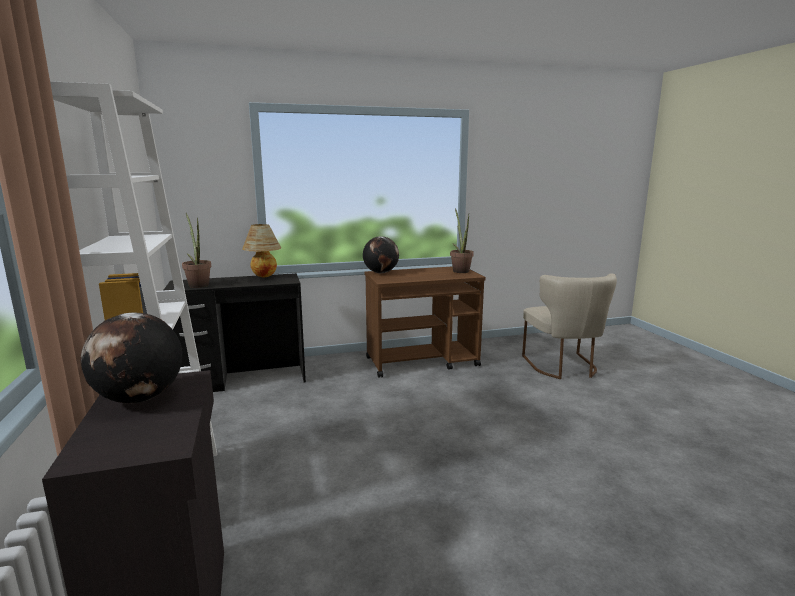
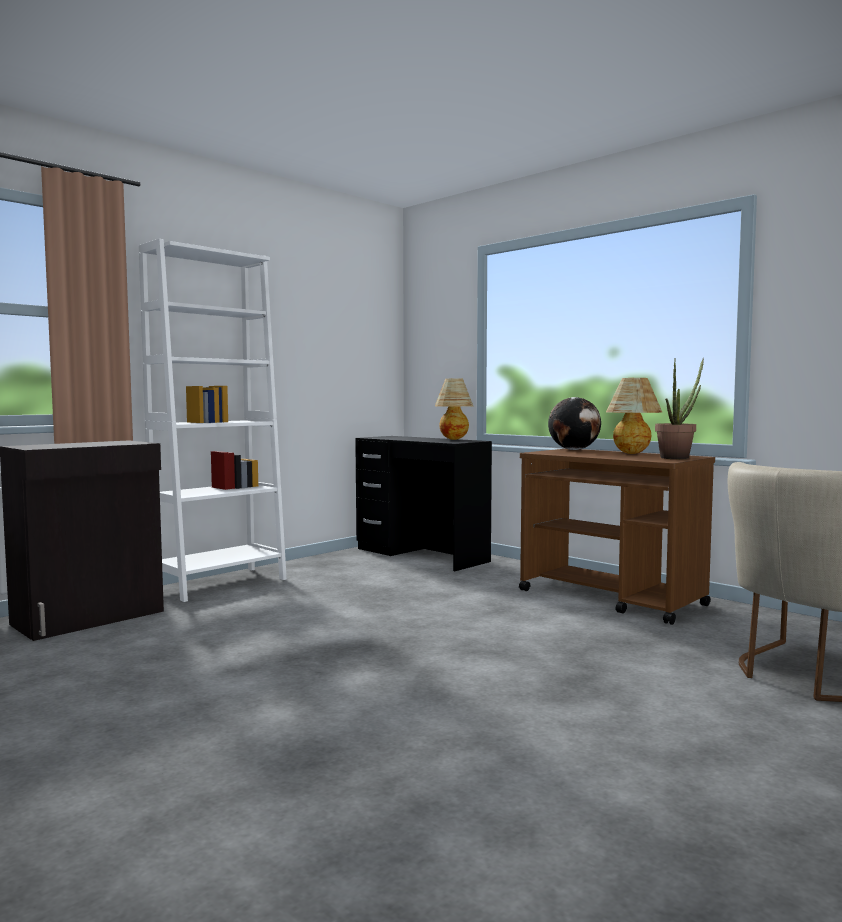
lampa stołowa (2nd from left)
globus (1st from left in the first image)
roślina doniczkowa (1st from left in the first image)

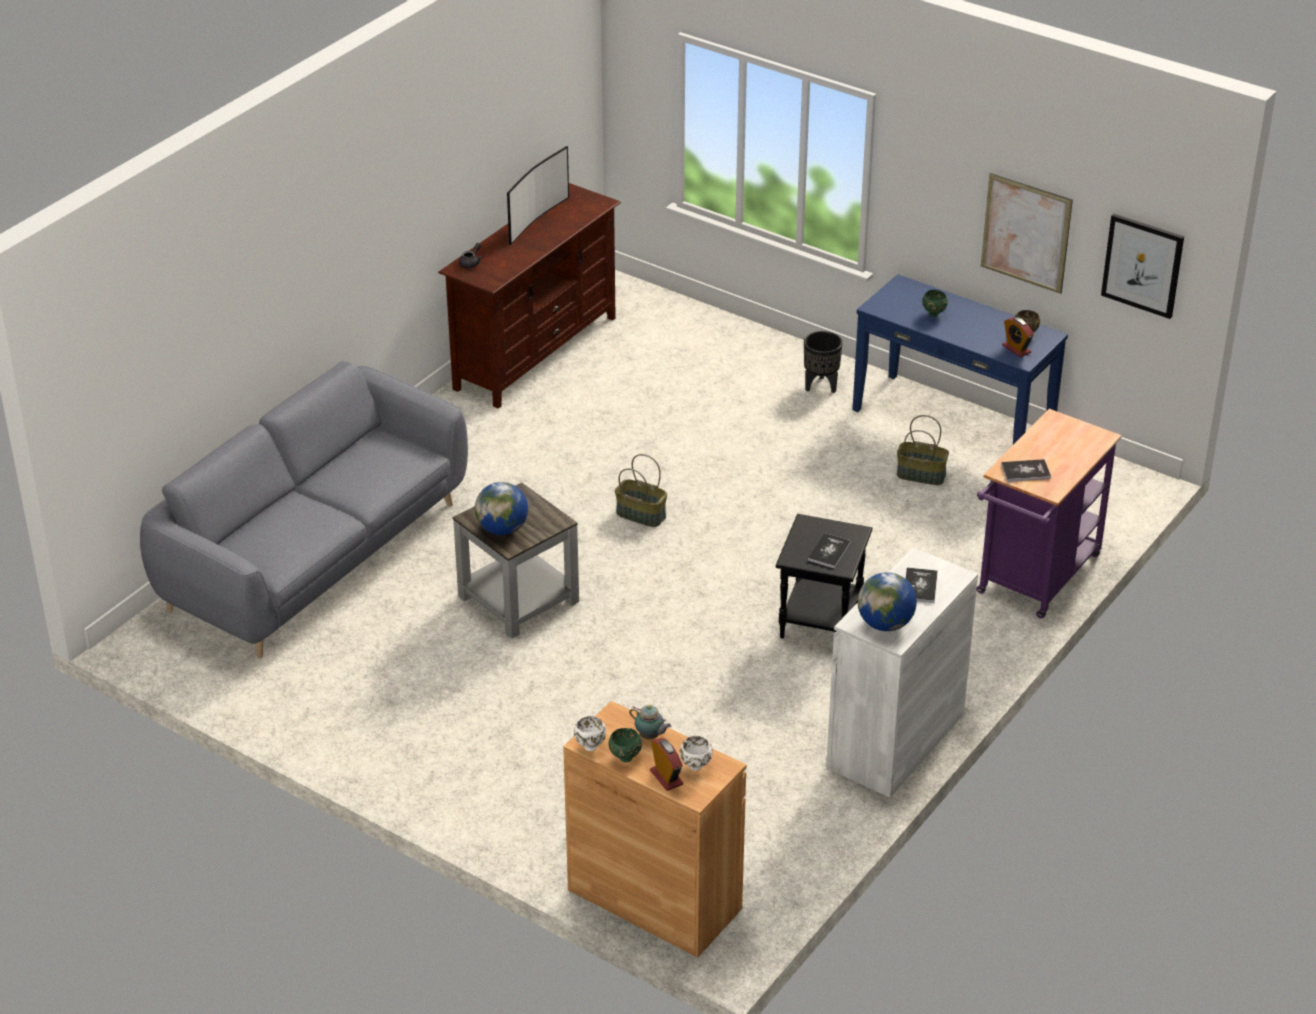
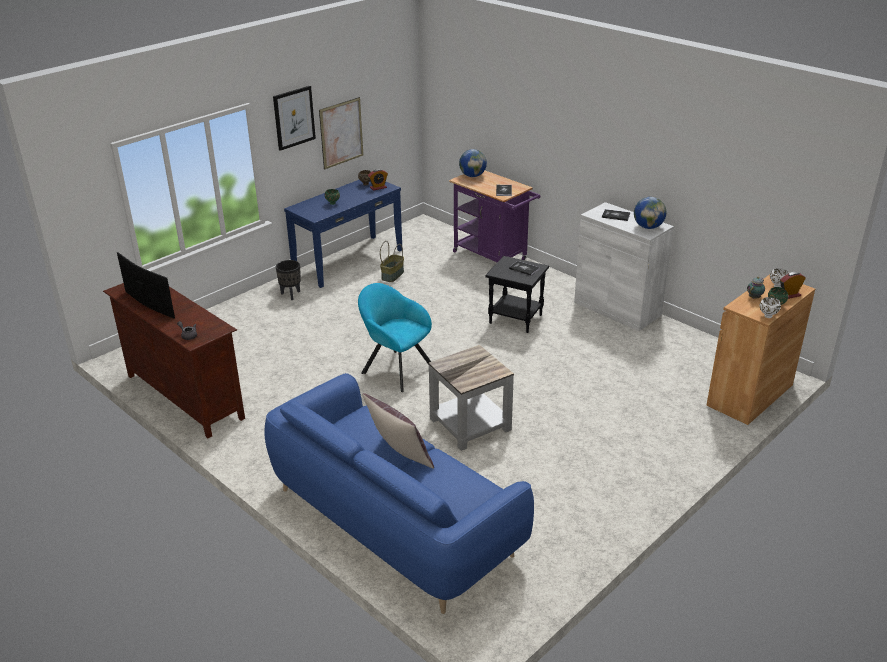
kanapa (niebieski)
obraz (1st from left)
fotel (turkusowy)
poduszka (brązowy)
globus (1st from left)

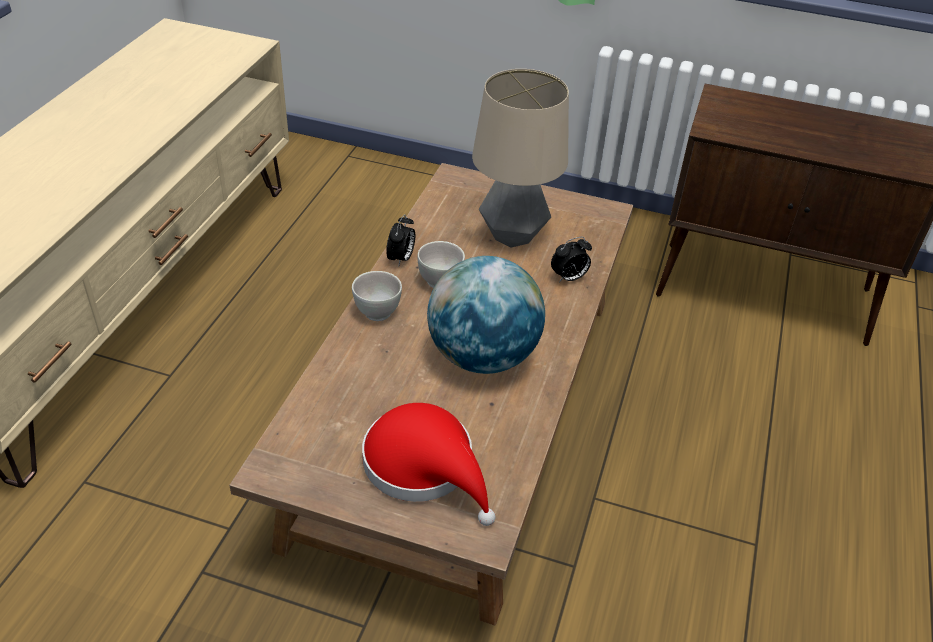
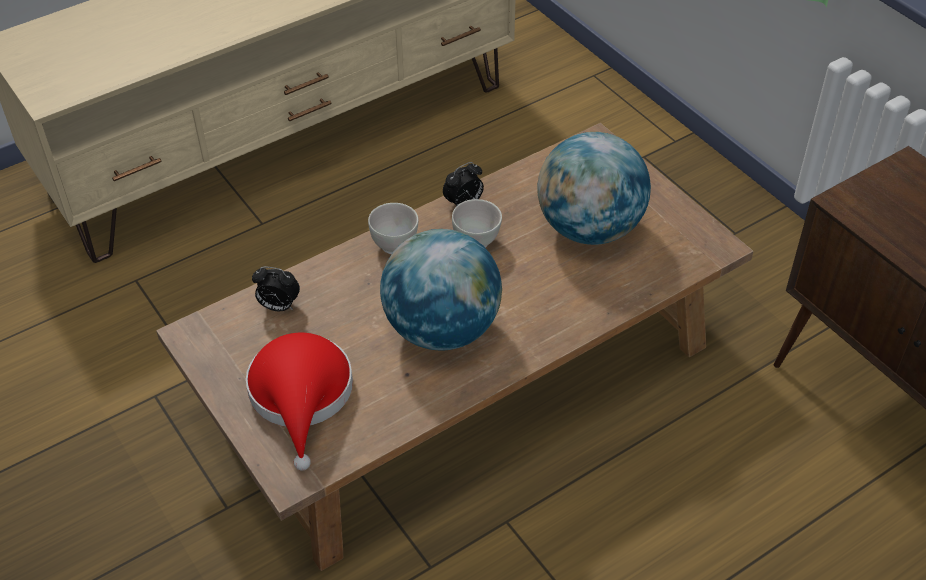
budzik (1st from left)
globus (2nd from left)

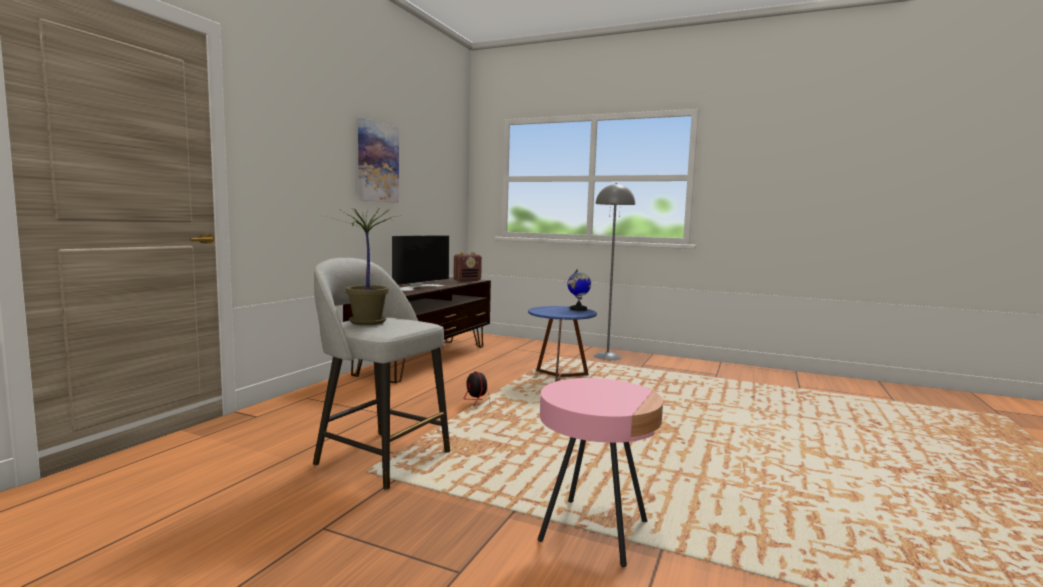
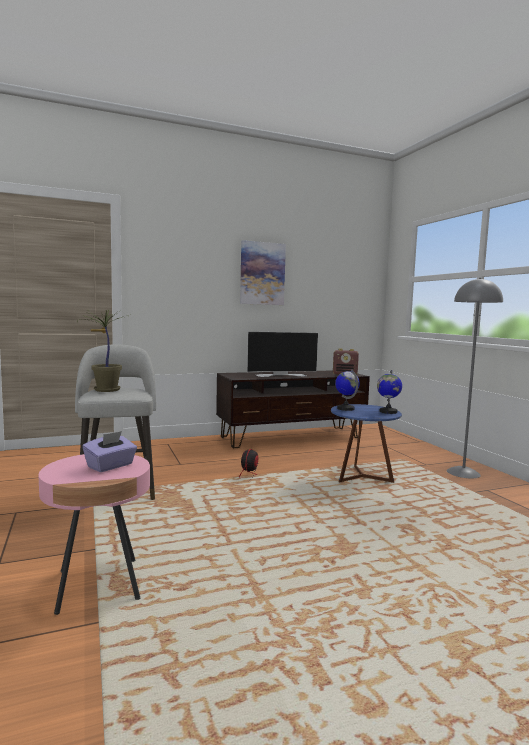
pudełko chusteczek (fioletowy)
globus (1st from left)

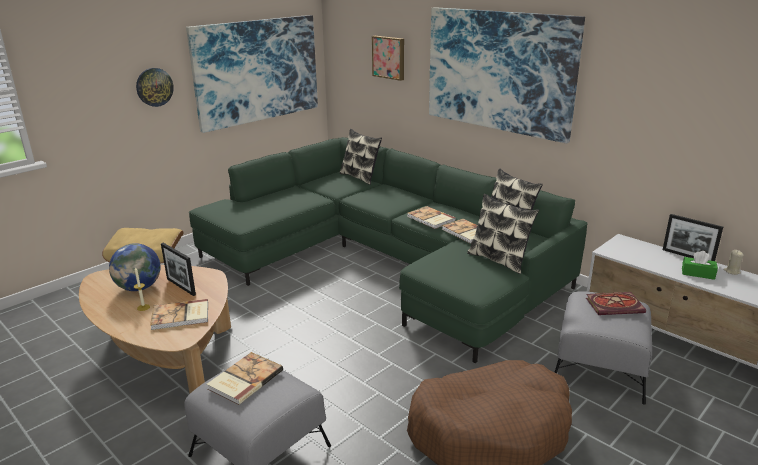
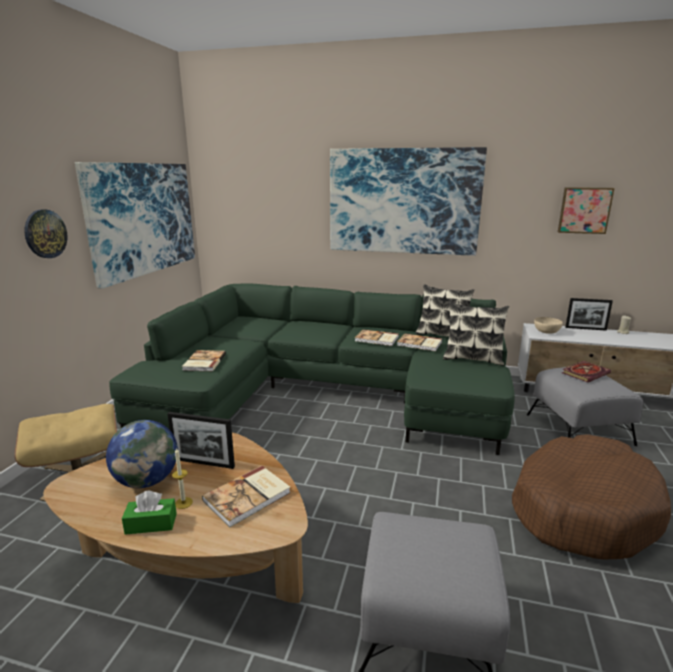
pudełko chusteczek (zielony)
książka (1st from left)
miska (beżowy)
obraz (3rd from left)
poduszka (1st from left in the first image)

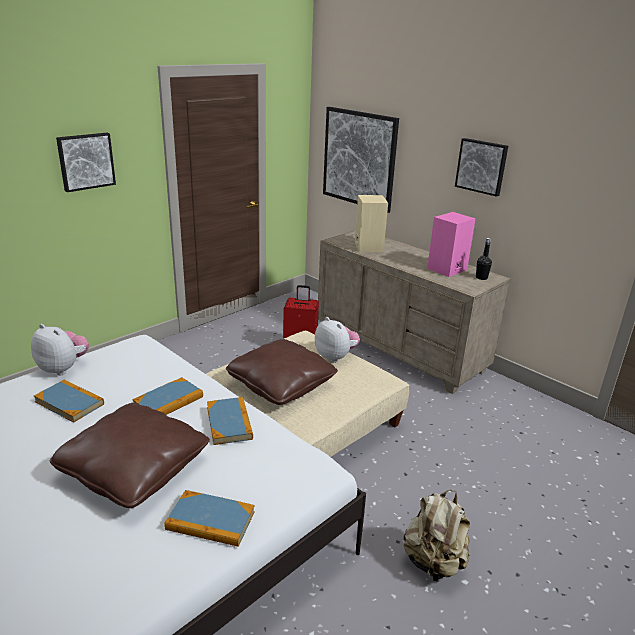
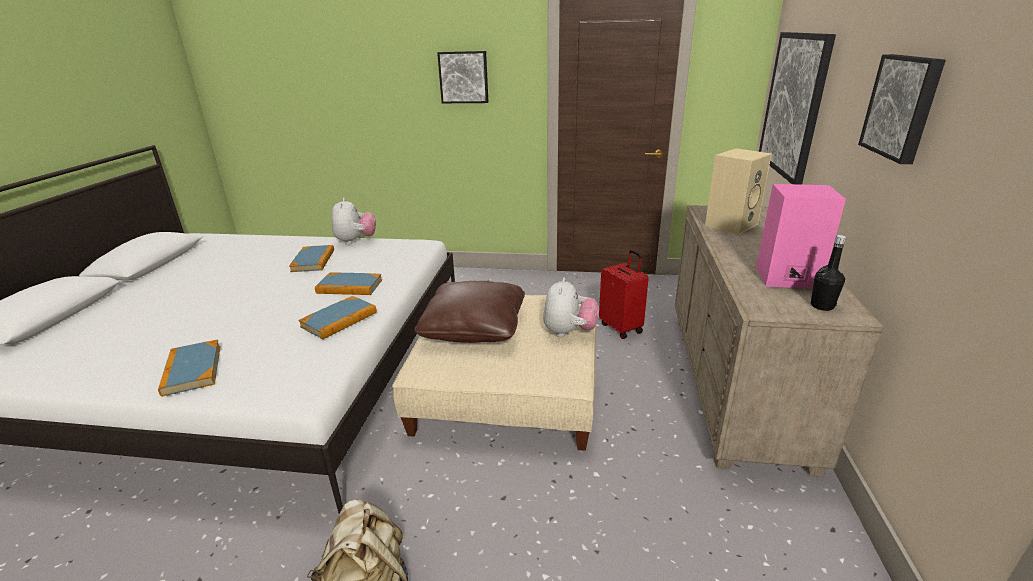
poduszka (brązowy) (1st from left in the first image)

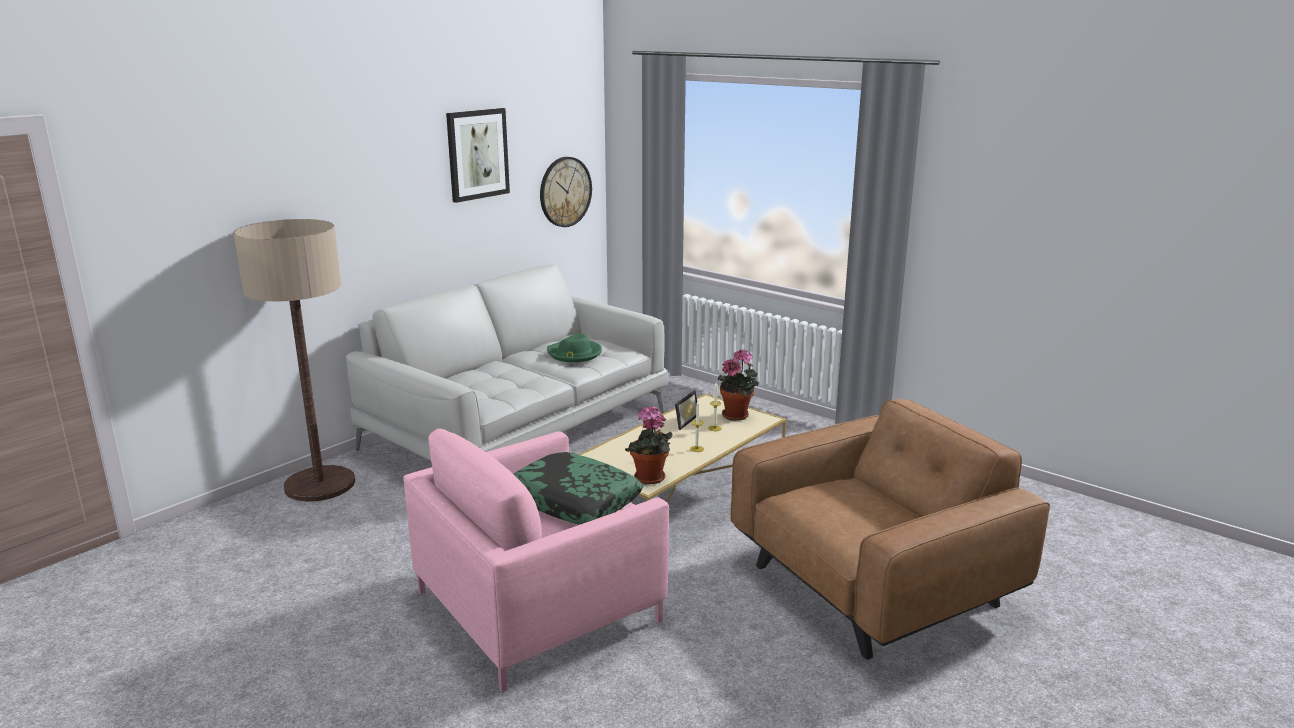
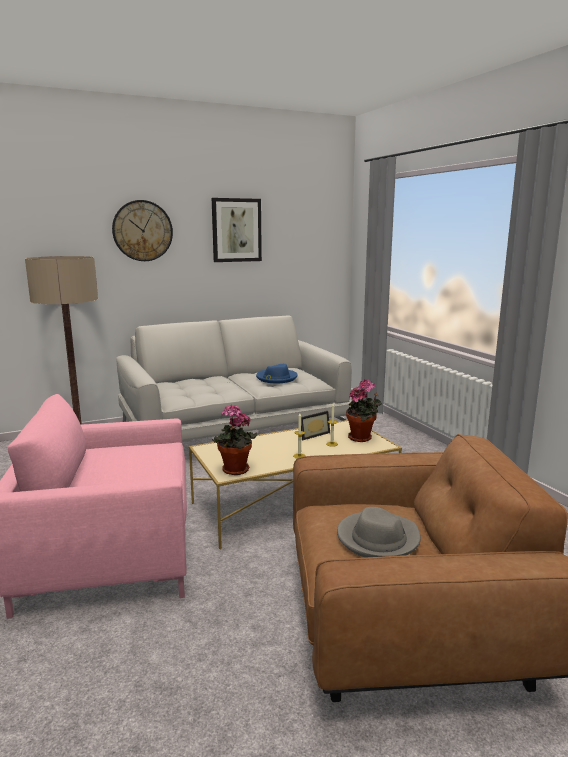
zegar ścienny
kapelusz (niebieski)
kapelusz (szary)
poduszka

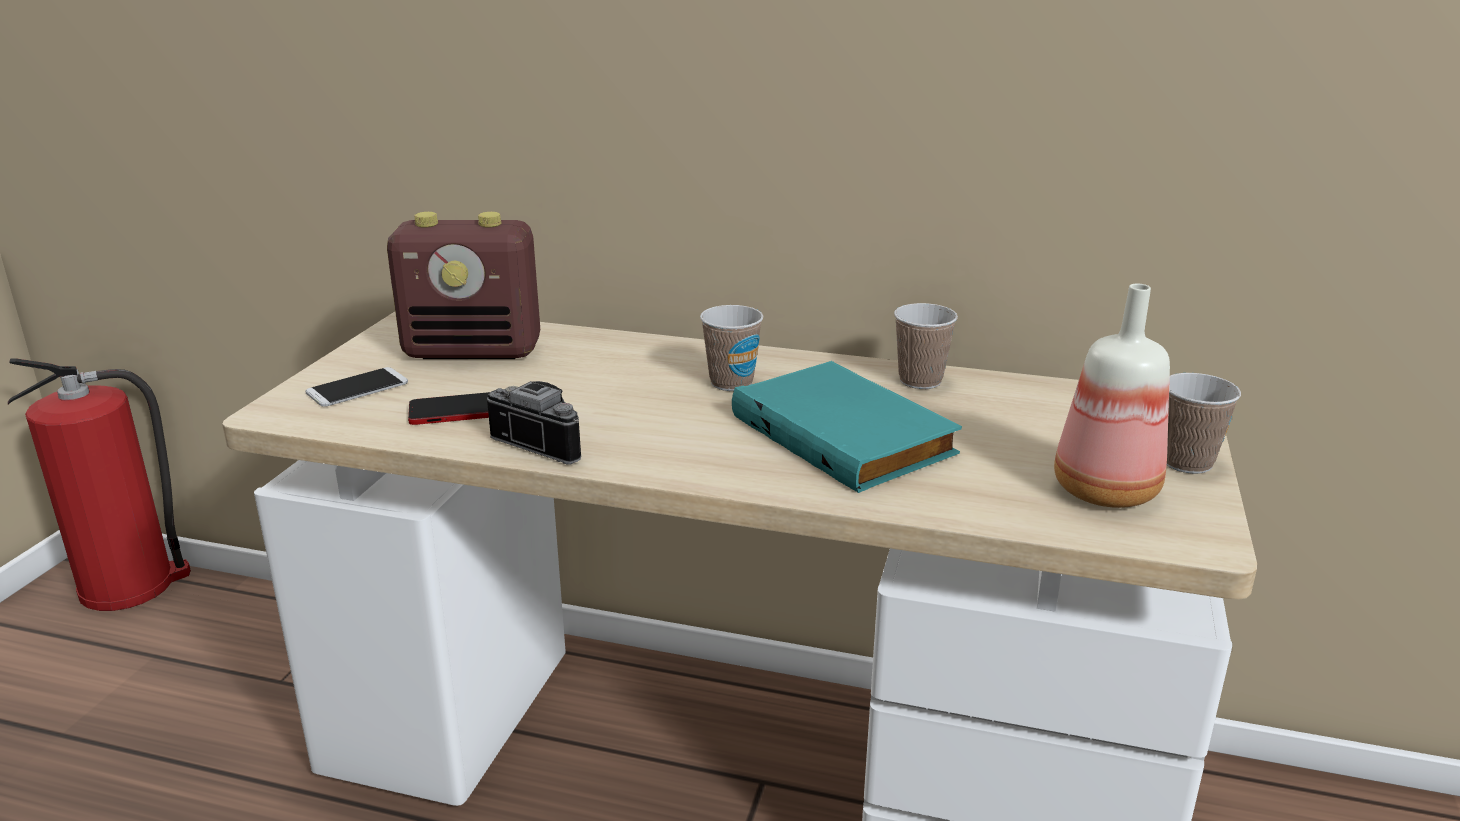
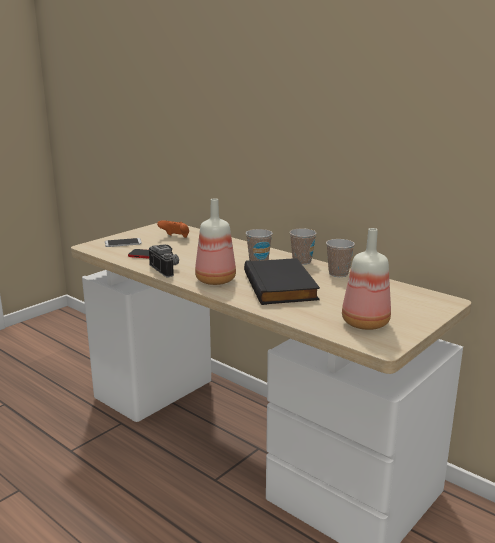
pad do gier (pomarańczowy)
butelka (1st from left)
książka (czarny)
filiżanka (2nd from left)
gaśnica

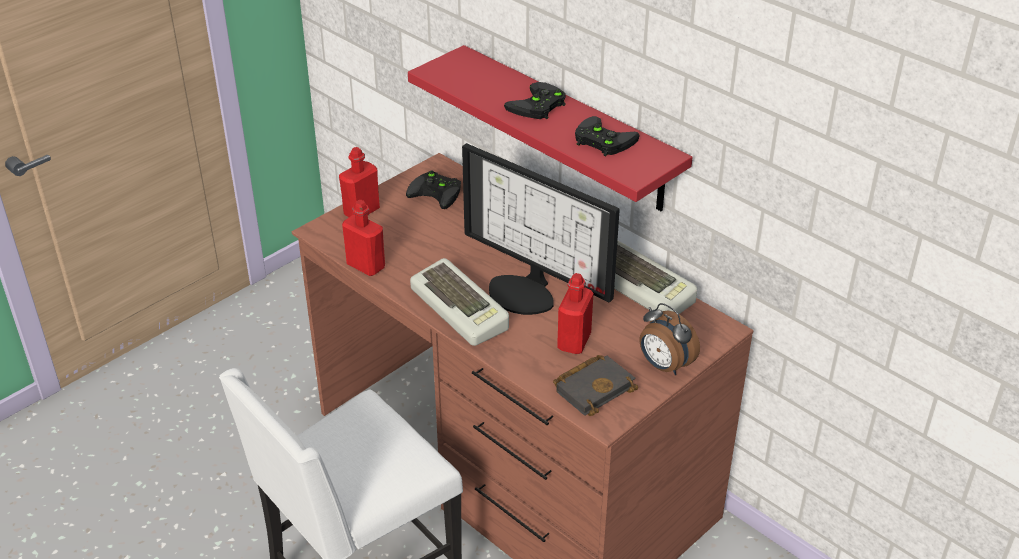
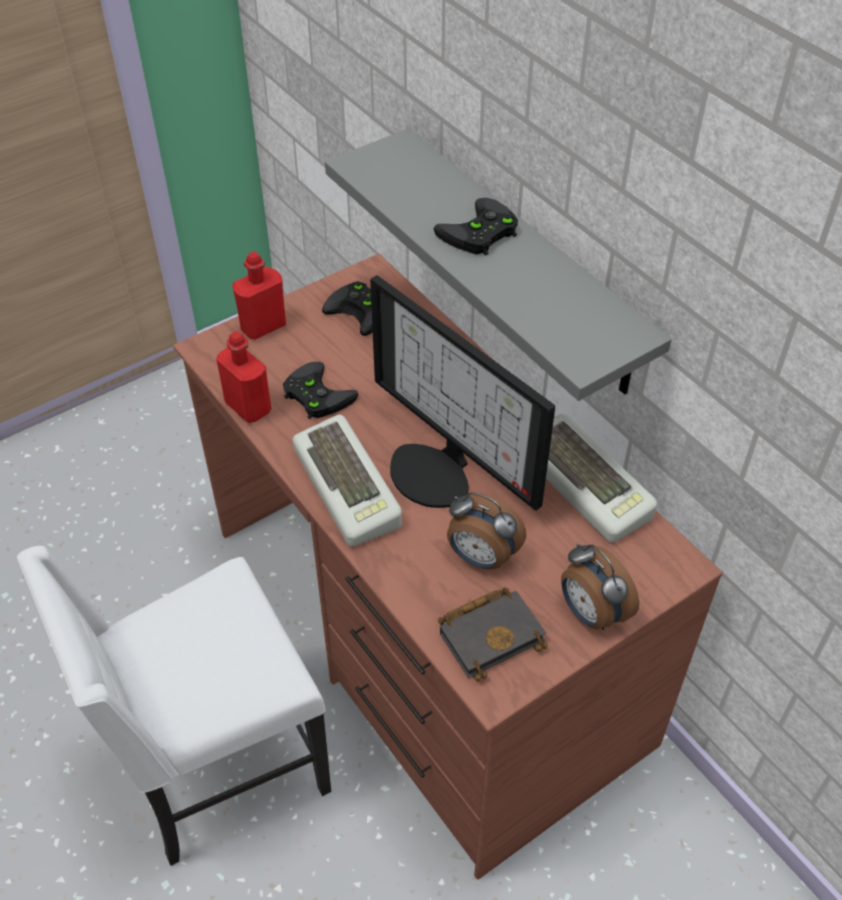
pad do gier (czarny) (1st from left)
półka (szary)
budzik (1st from left)

